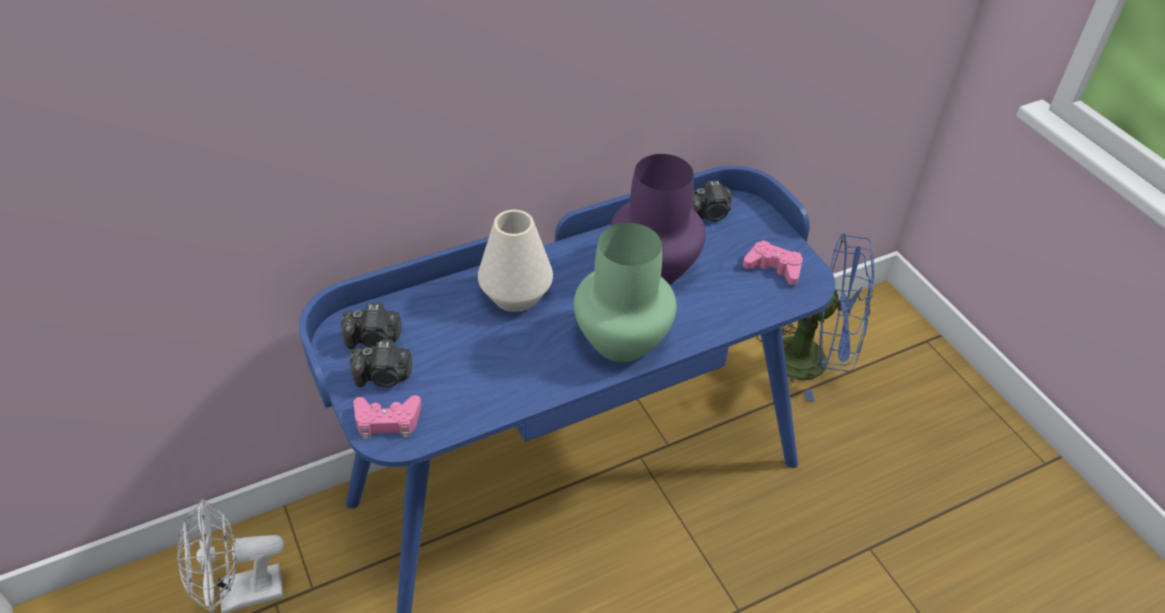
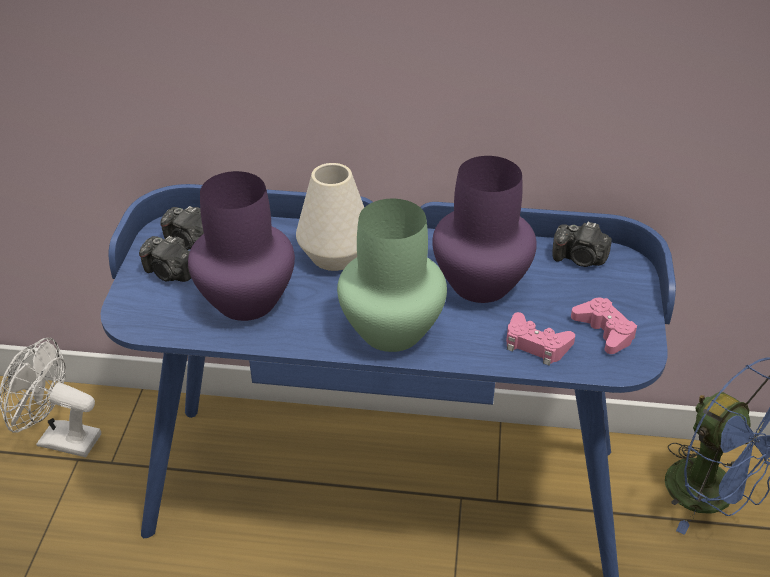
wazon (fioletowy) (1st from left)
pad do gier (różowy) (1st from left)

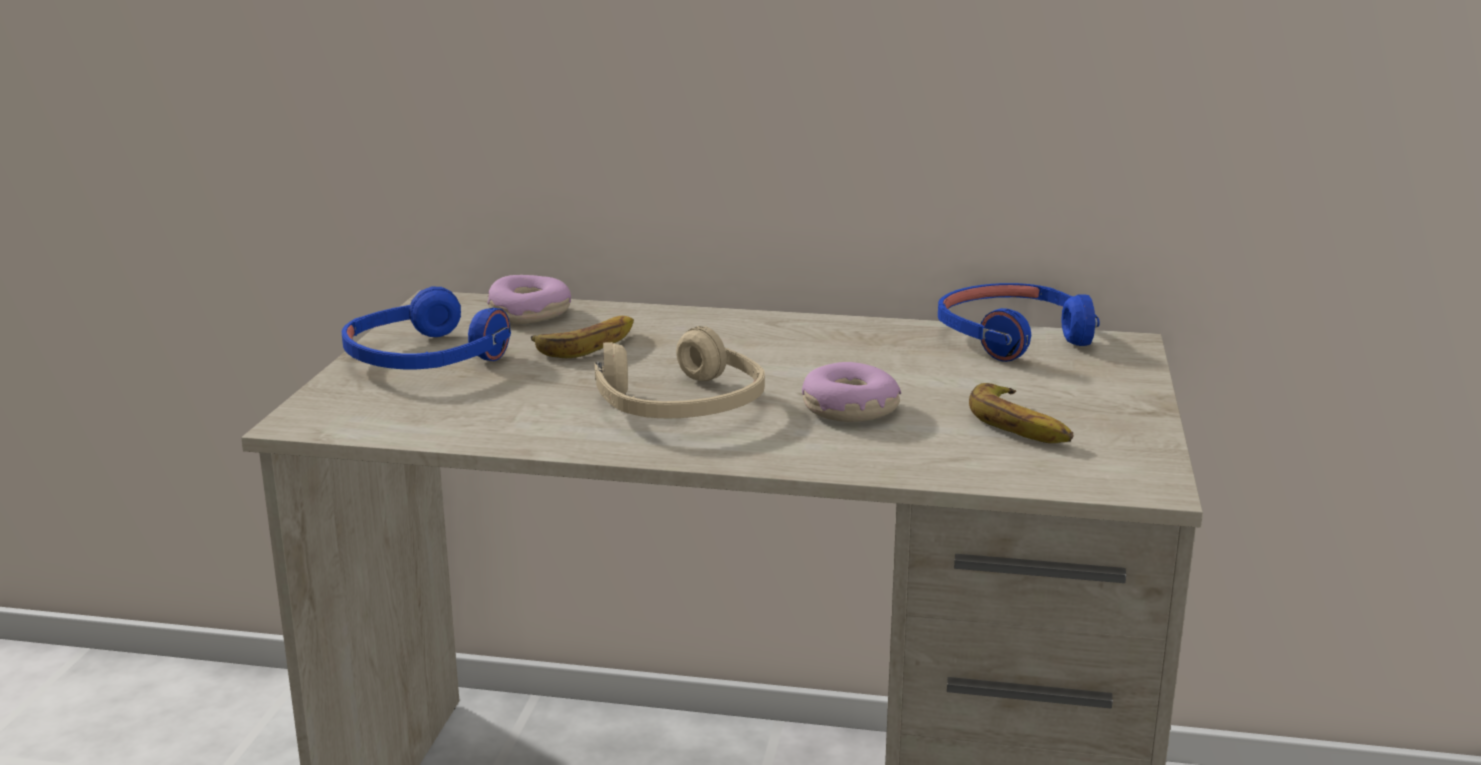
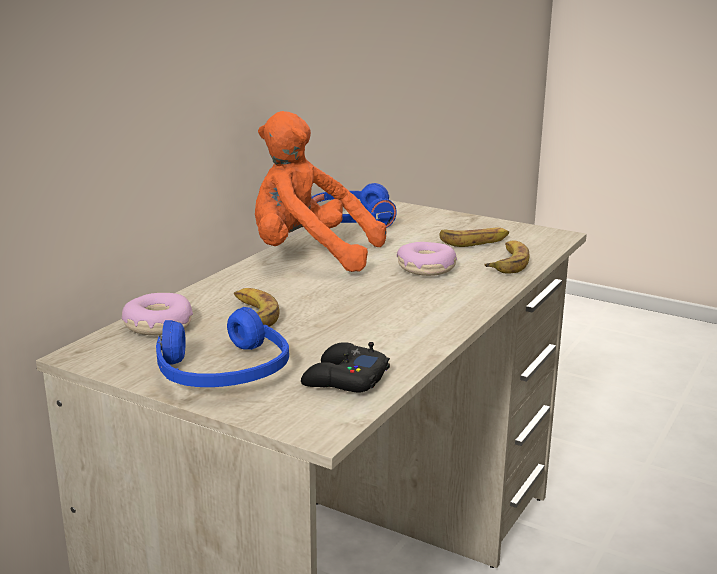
pluszak (pomarańczowy)
pad do gier (czarny)
banan (3rd from left)
słuchawki (beżowy)

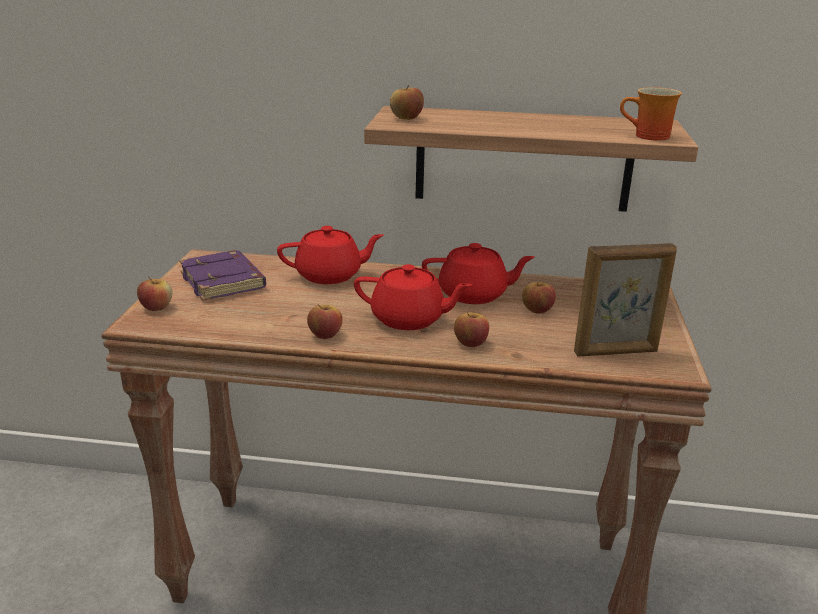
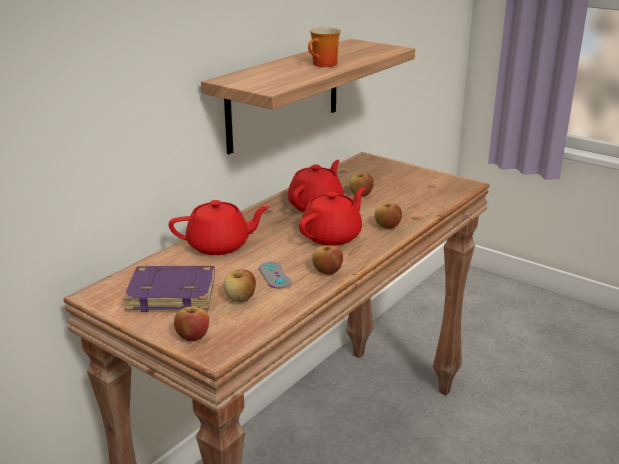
imbryk (czerwony) (1st from left)
jabłko (2nd from left)
pad do gier (szary)
kubek
ramka na zdjęcie

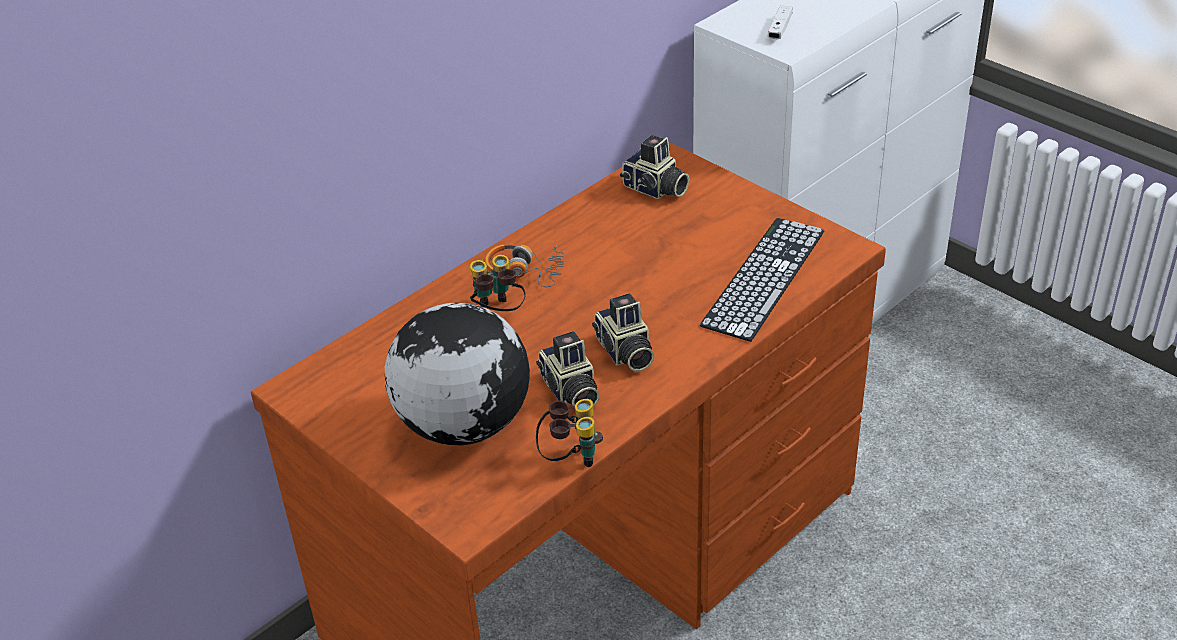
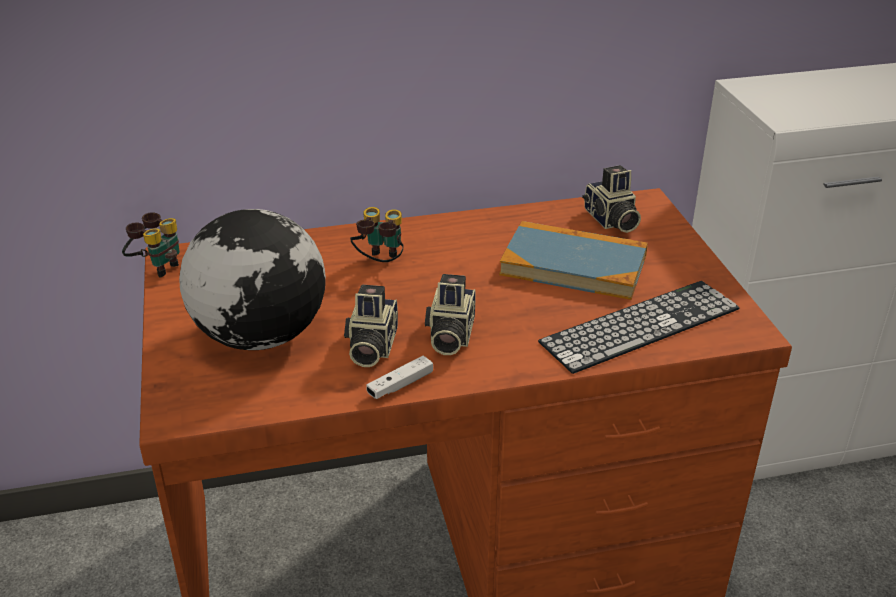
lornetka (1st from left)
pad do gier (biały)
książka
słuchawki

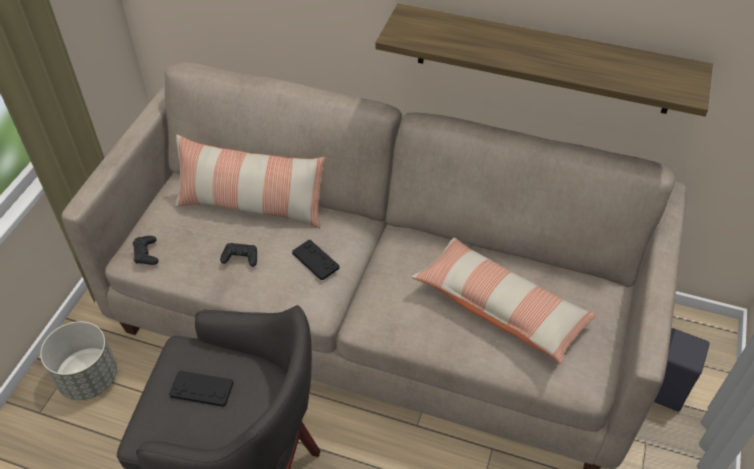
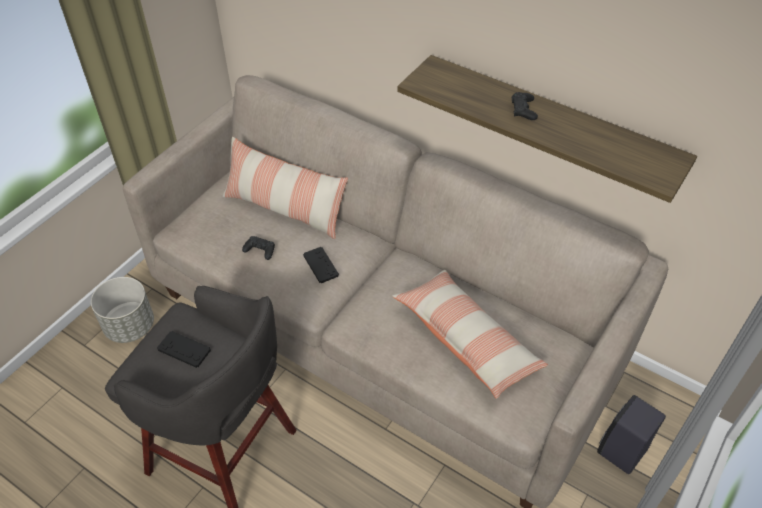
pad do gier (czarny) (4th from left)

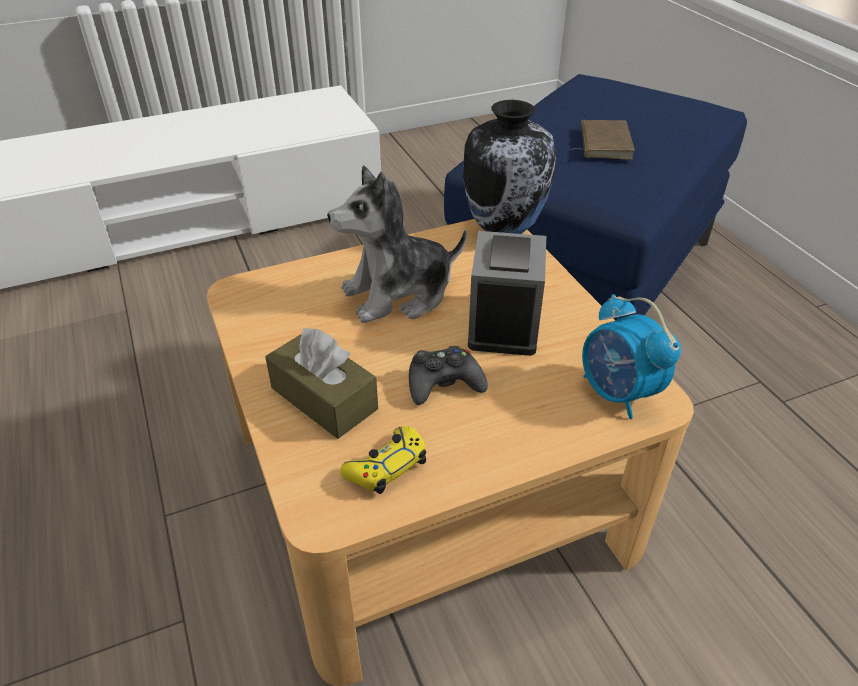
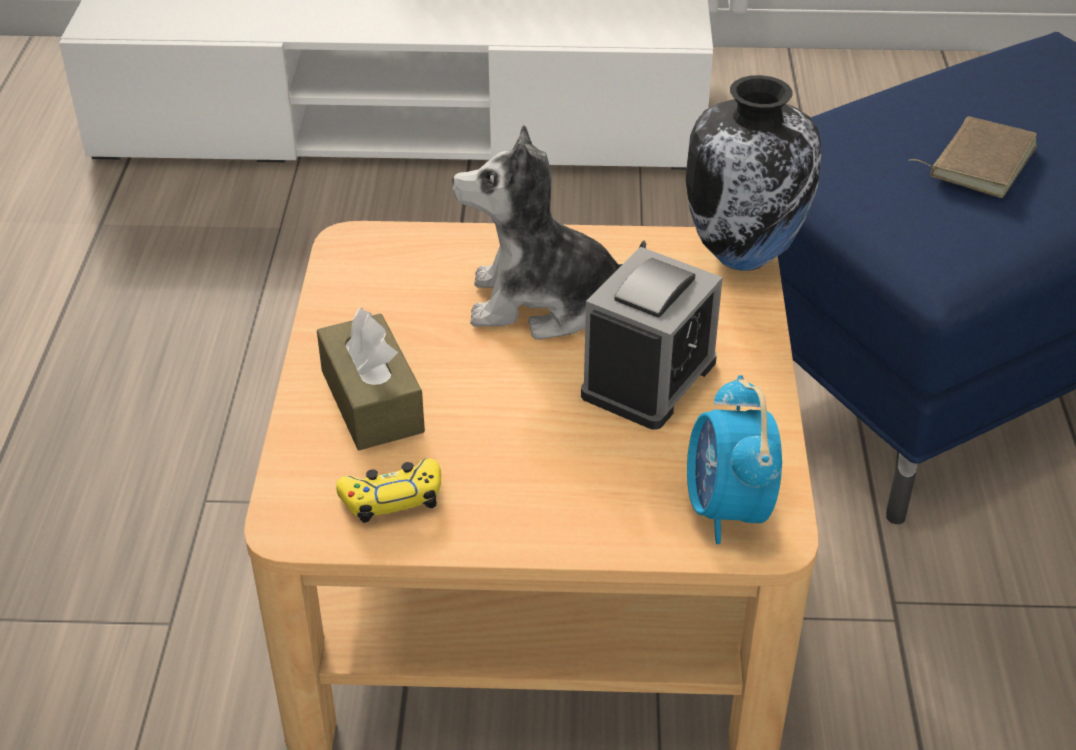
pad do gier (czarny)

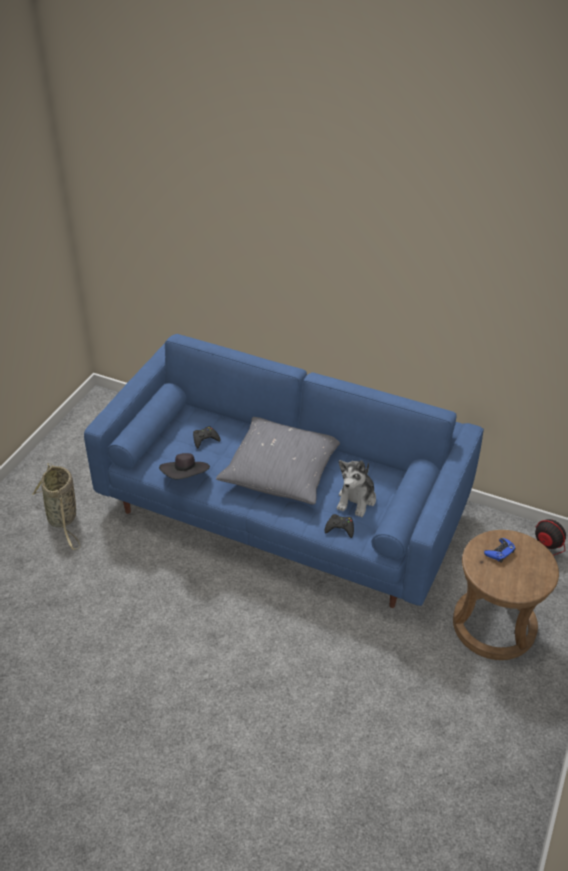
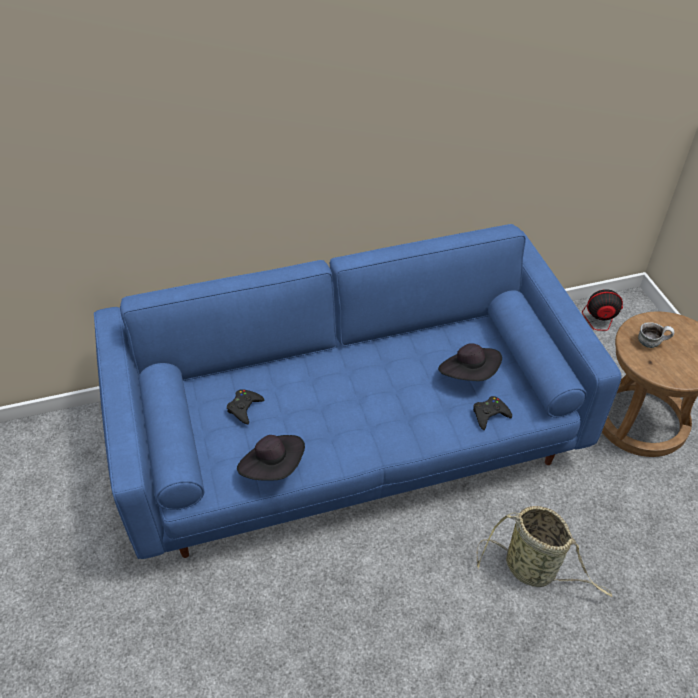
kapelusz (czarny) (2nd from left)
koszyk
kubek
poduszka (szary)

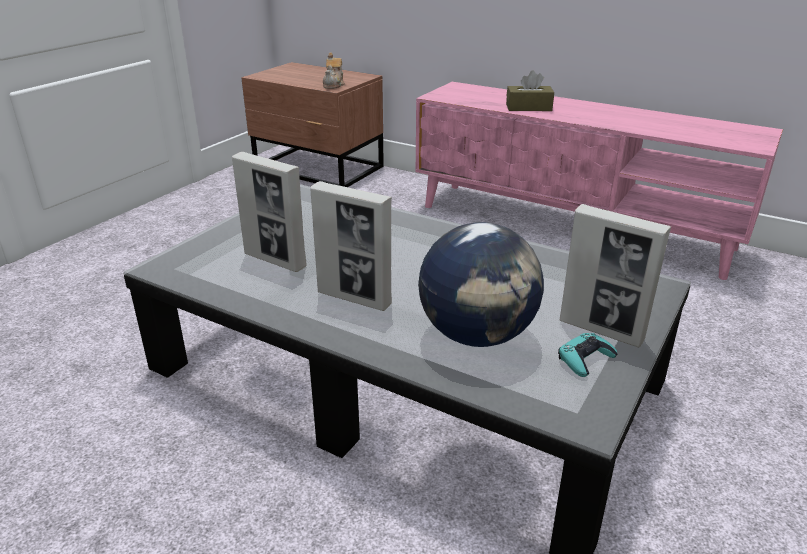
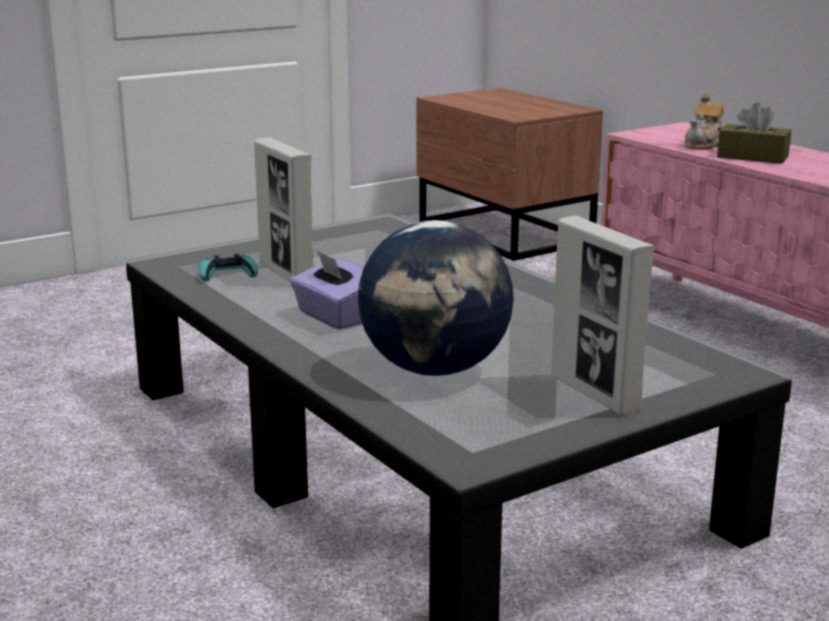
pad do gier (turkusowy)
pudełko chusteczek (fioletowy)
imbryk

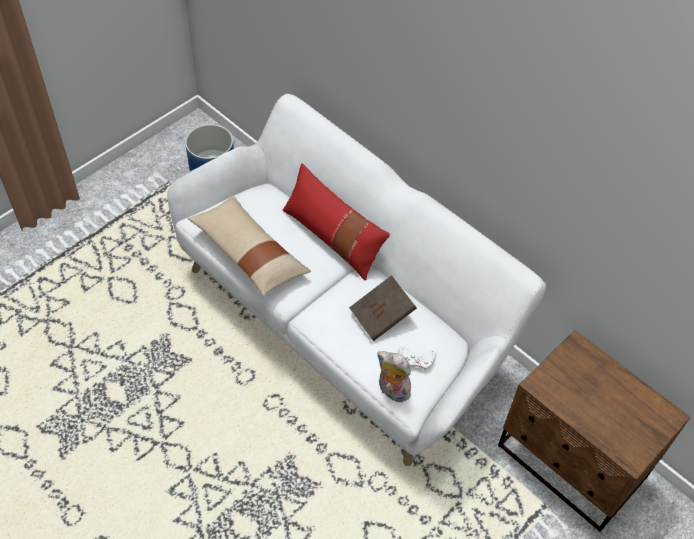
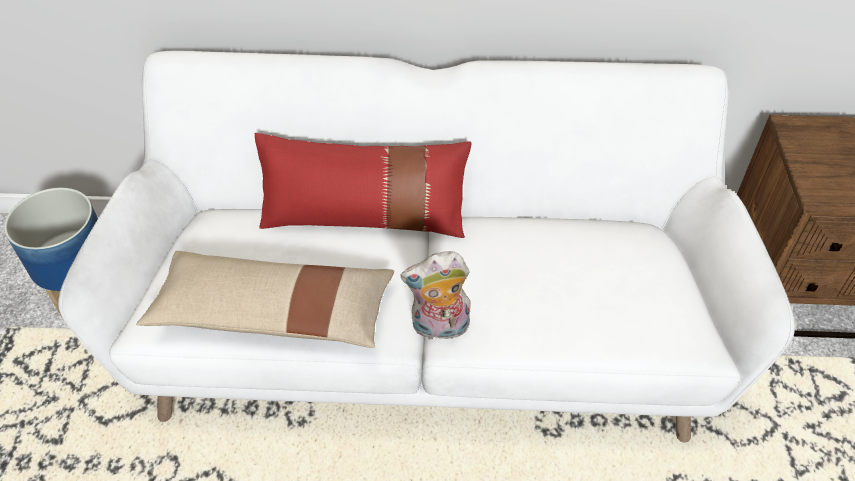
pluszak
książka (brązowy)
pad do gier (biały)

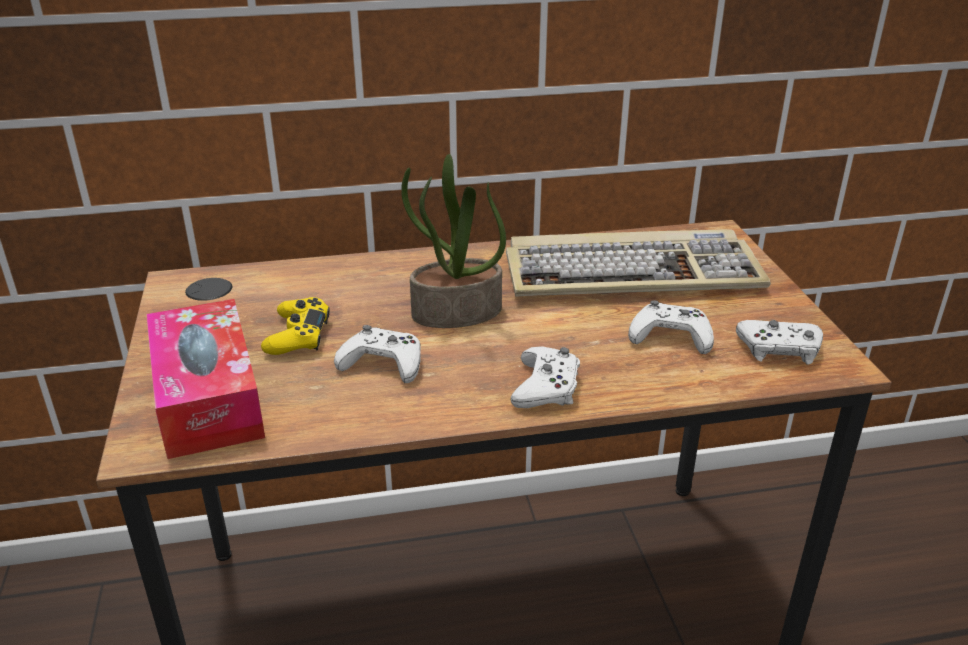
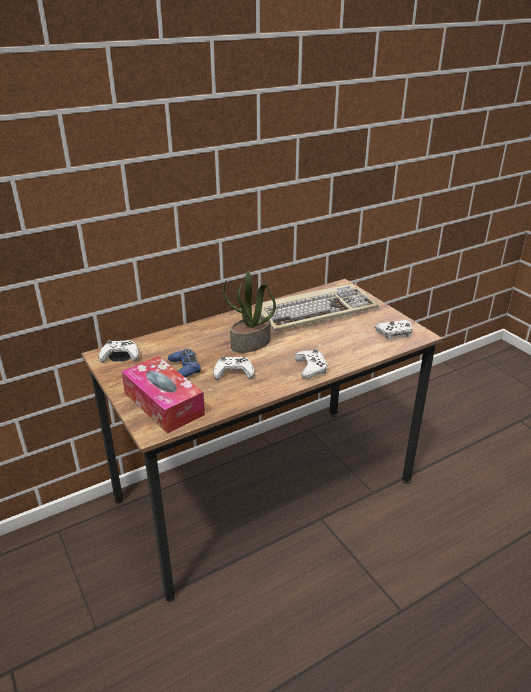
pad do gier (biały) (1st from left)
pad do gier (niebieski)

